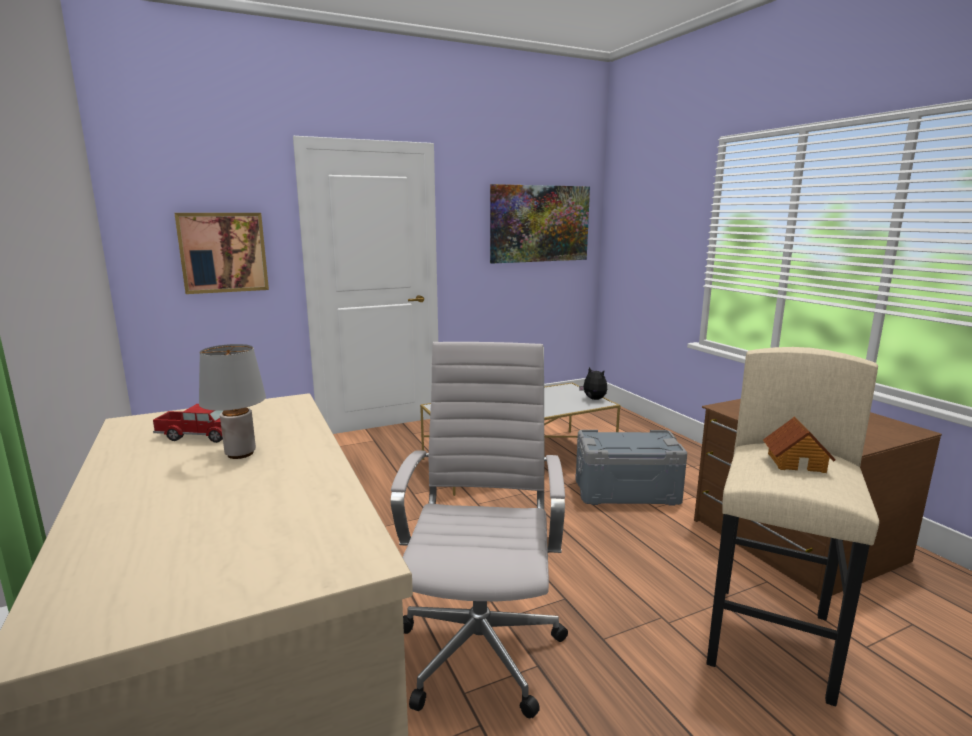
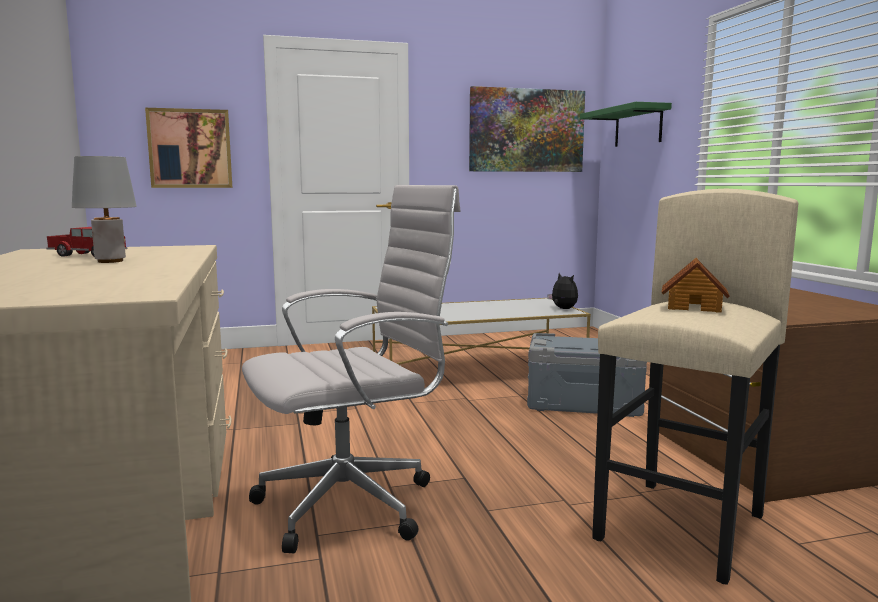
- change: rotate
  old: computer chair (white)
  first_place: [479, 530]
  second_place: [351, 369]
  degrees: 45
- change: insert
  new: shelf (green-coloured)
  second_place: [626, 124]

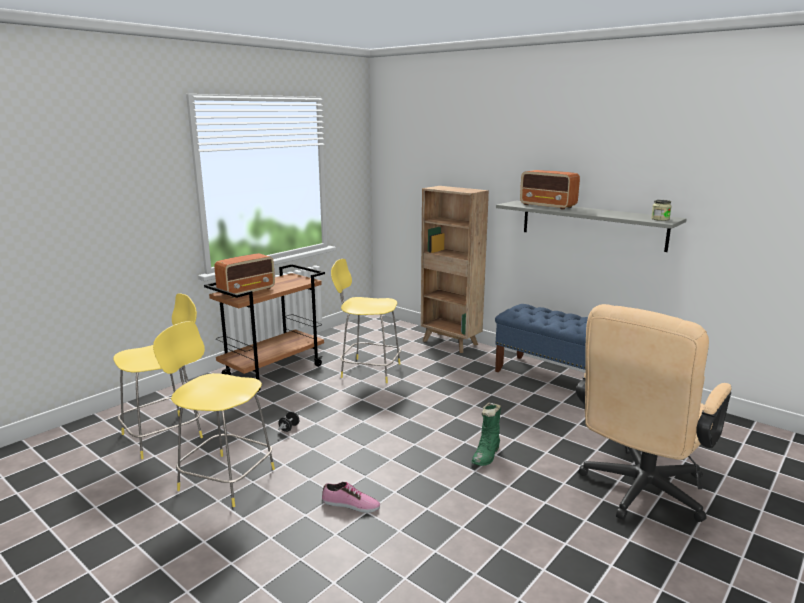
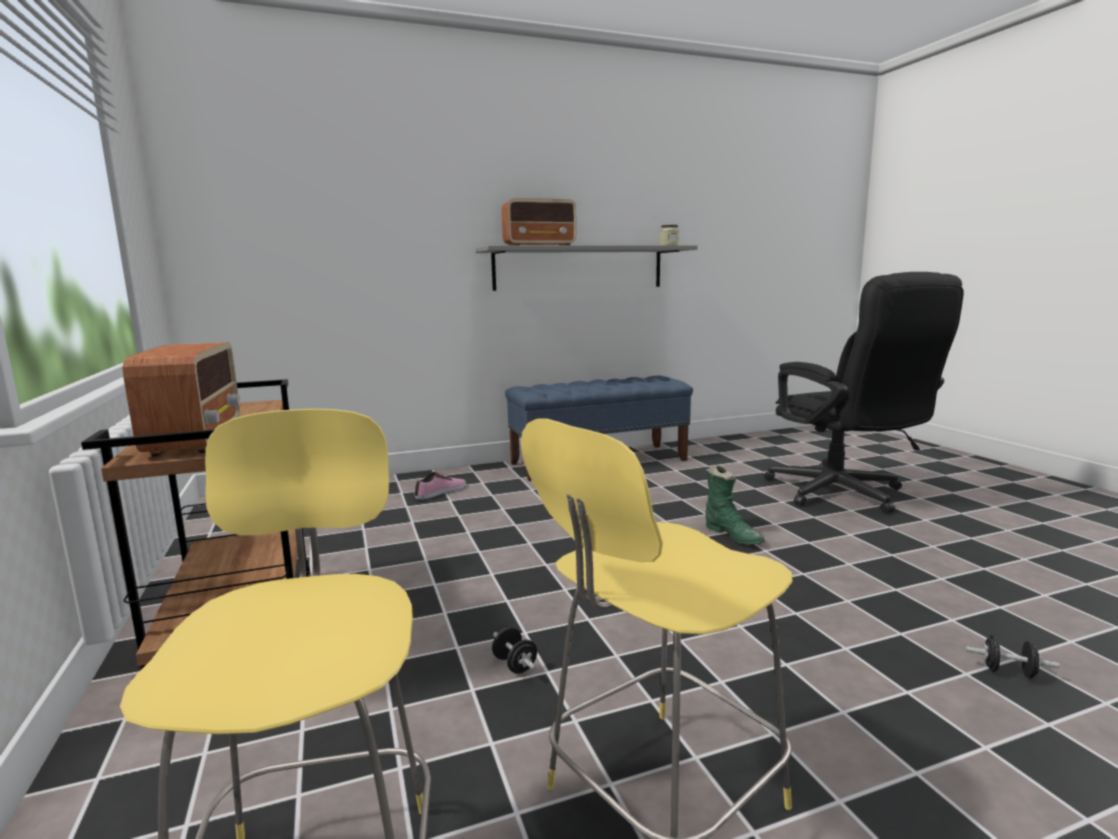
- change: move
  old: low shoe
  first_place: [351, 497]
  second_place: [440, 486]
- change: delete
  old: stool seat (yellow)
  first_place: [366, 321]
- change: delete
  old: shelving unit (brown-coloured)
  first_place: [455, 269]
- change: recolor
  old: computer chair (beige-coloured)
  new: computer chair (blackish)
  first_place: [653, 413]
  second_place: [864, 392]
- change: insert
  new: hand weight (blackish)
  second_place: [1012, 657]

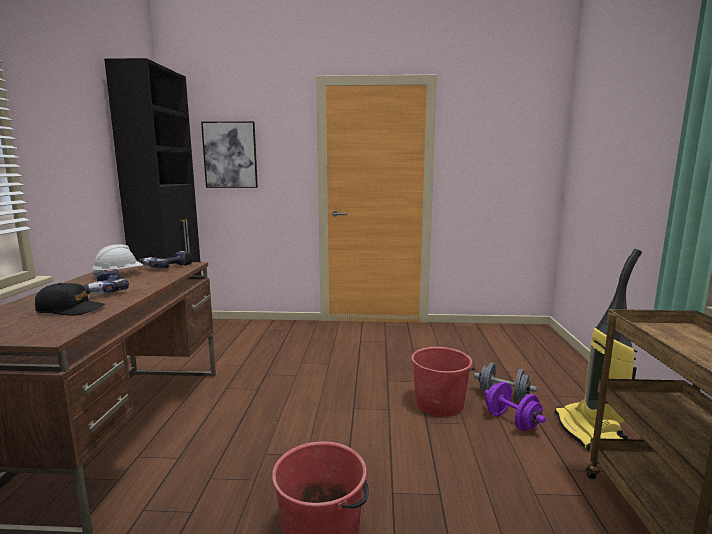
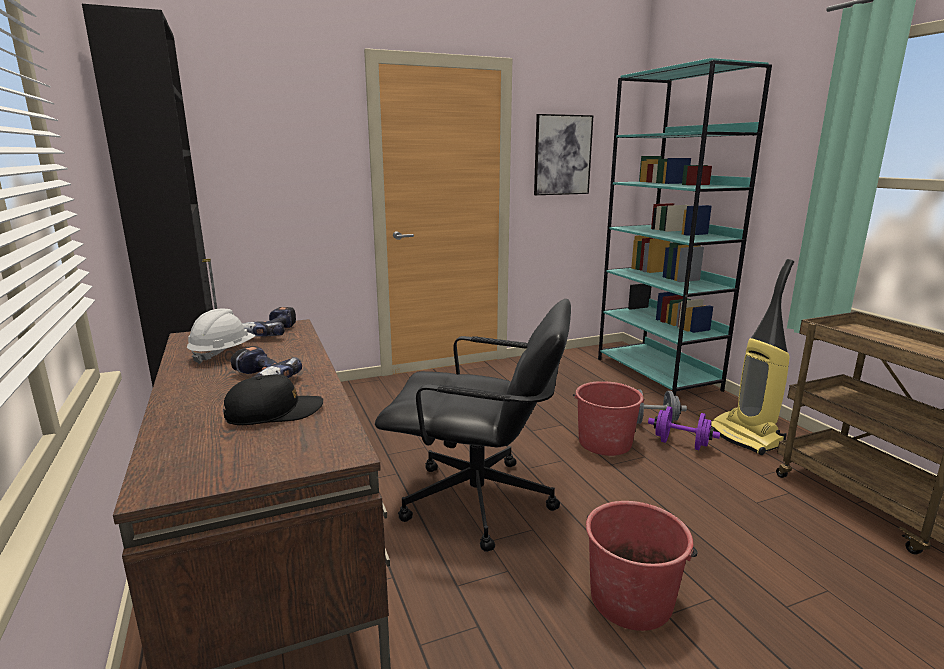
- change: move
  old: wall picture
  first_place: [229, 154]
  second_place: [564, 154]
- change: insert
  new: computer chair (blackish)
  second_place: [473, 425]
- change: insert
  new: shelving unit (blue-green)
  second_place: [685, 227]

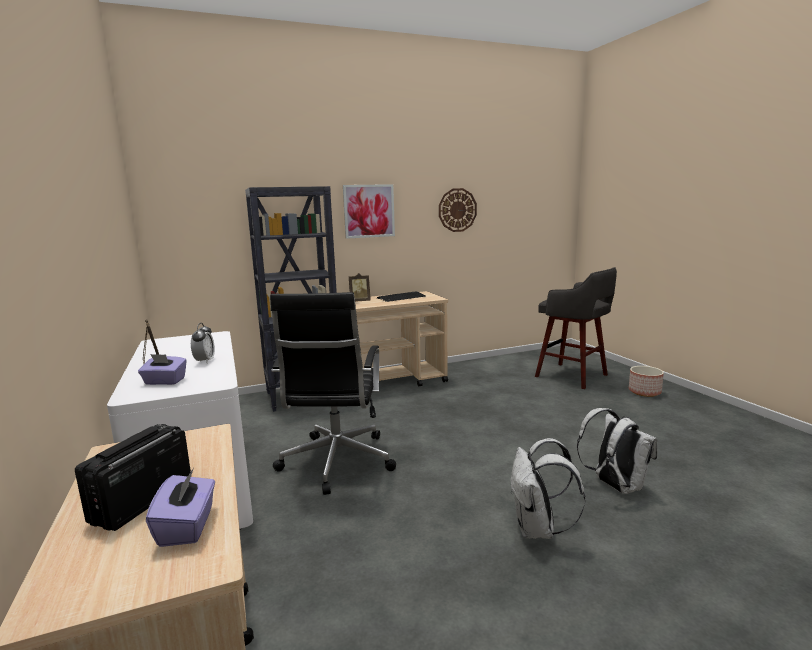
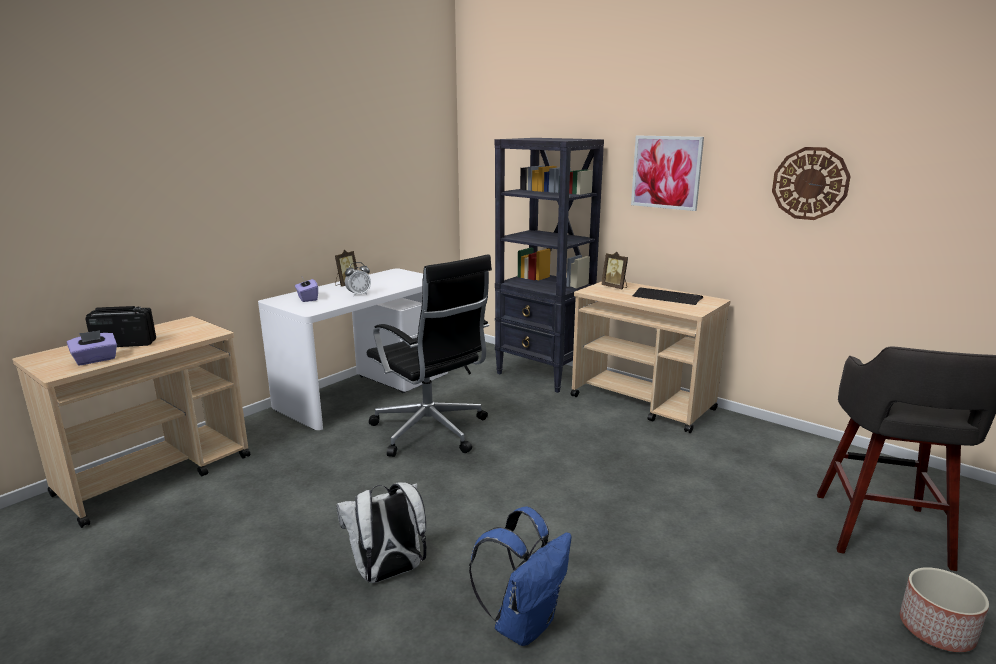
- change: rotate
  old: computer chair (blackish)
  first_place: [333, 393]
  second_place: [429, 355]
  degrees: -105
- change: recolor
  old: backpack (white)
  new: backpack (bluish)
  first_place: [617, 451]
  second_place: [520, 576]

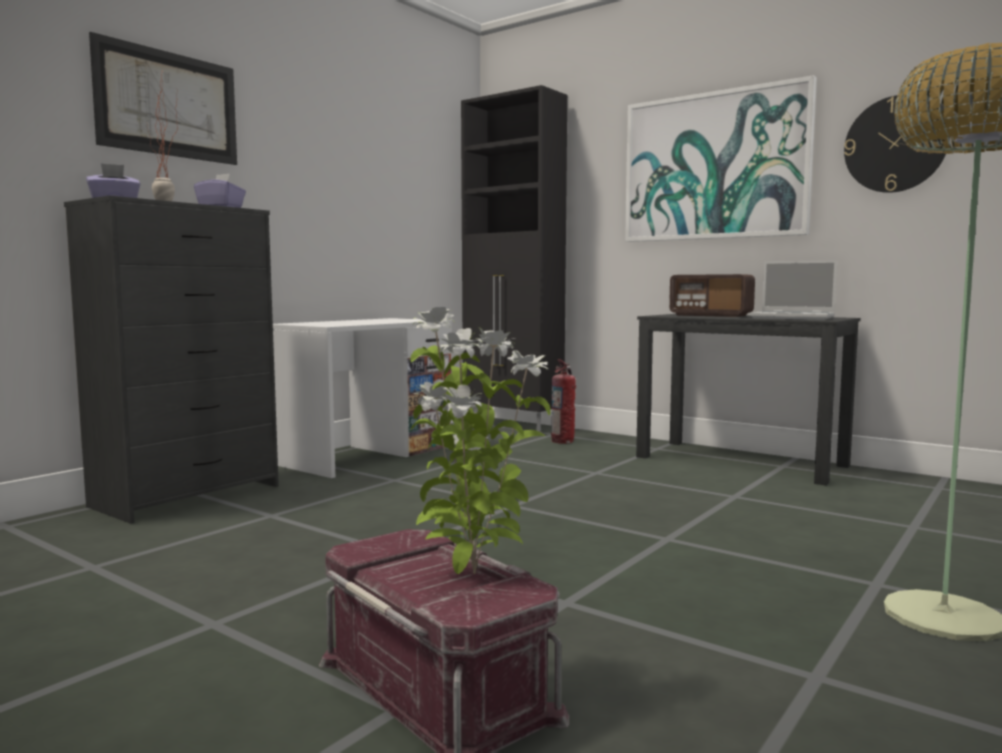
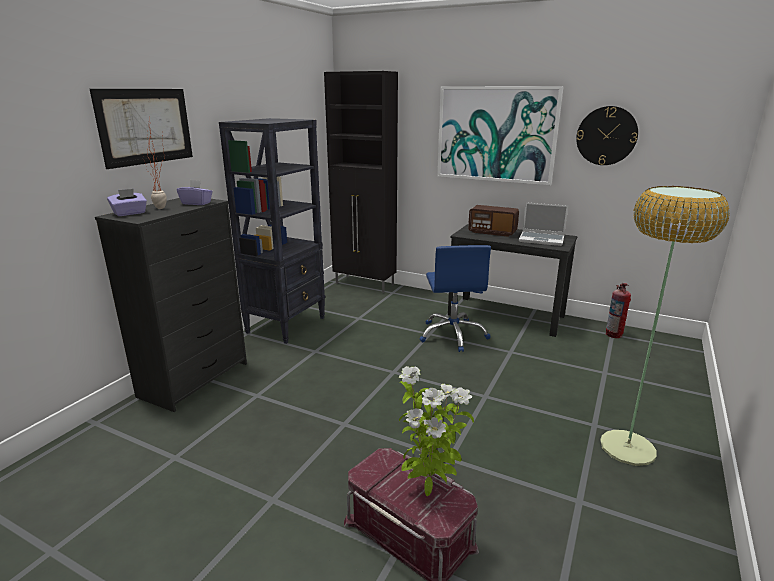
- change: replace
  old: desk unit (white)
  new: shelving unit (blackish)
  first_place: [362, 398]
  second_place: [272, 231]
- change: move
  old: extinguisher
  first_place: [563, 401]
  second_place: [618, 310]
- change: insert
  new: computer chair (bluish)
  second_place: [455, 298]

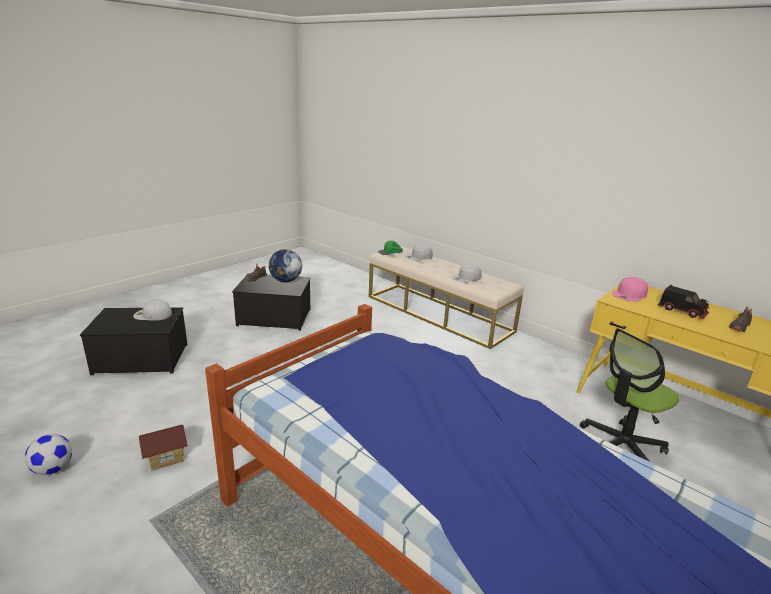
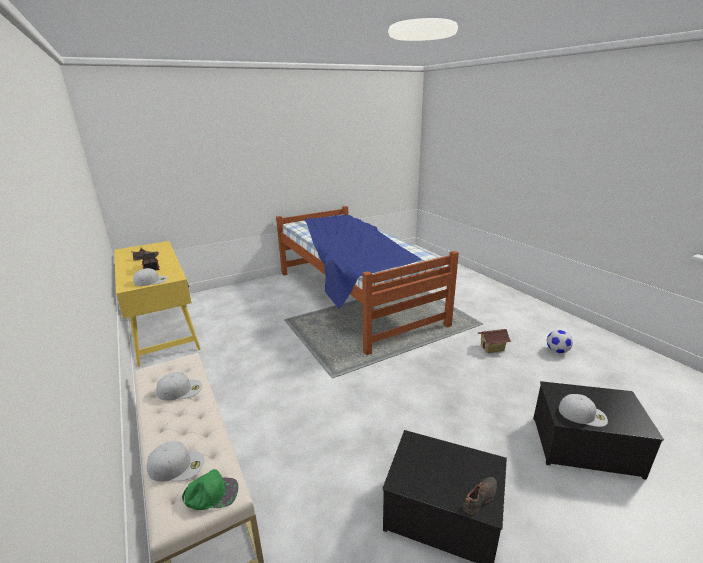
- change: delete
  old: desk globe
  first_place: [285, 265]
- change: delete
  old: computer chair
  first_place: [629, 395]
- change: recolor
  old: baseball cap (pink)
  new: baseball cap (white)
  first_place: [630, 289]
  second_place: [150, 277]

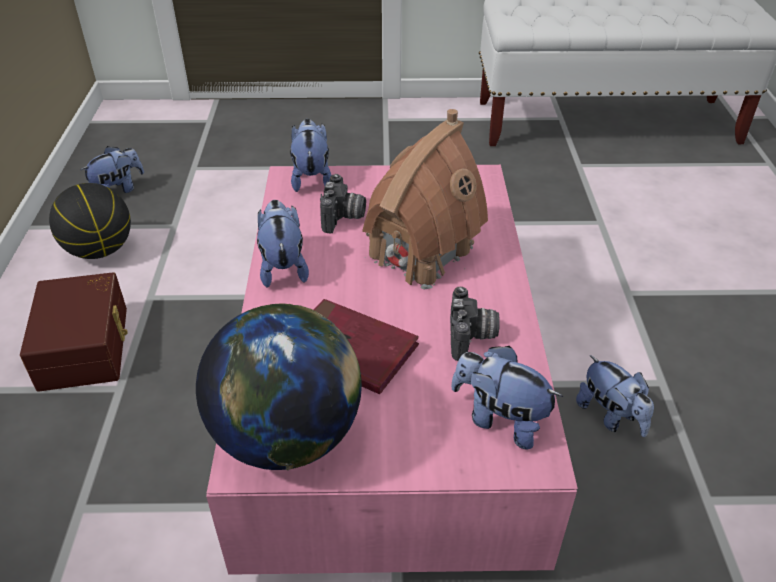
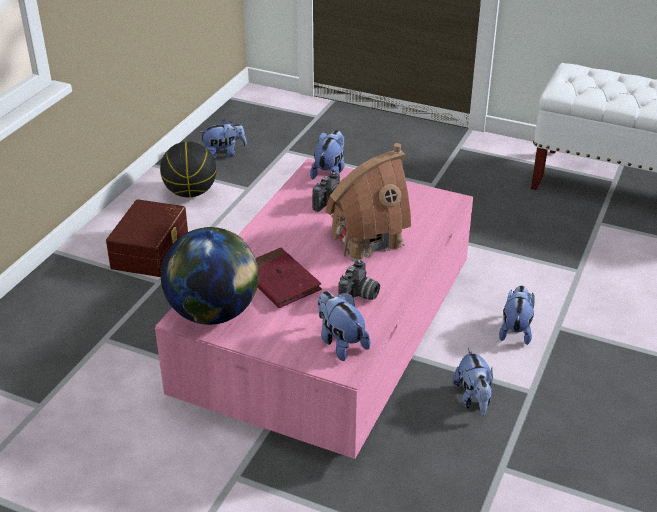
- change: move
  old: soft toy
  first_place: [283, 244]
  second_place: [516, 315]

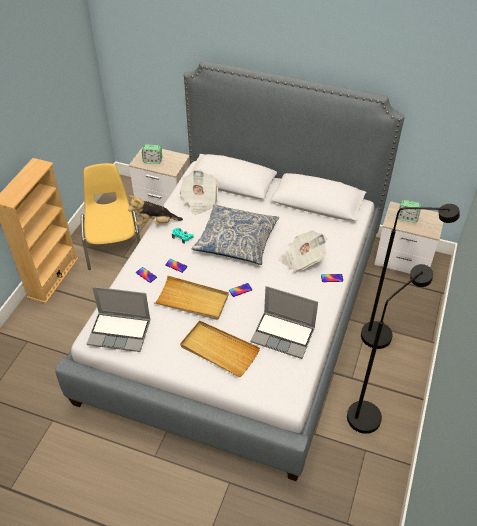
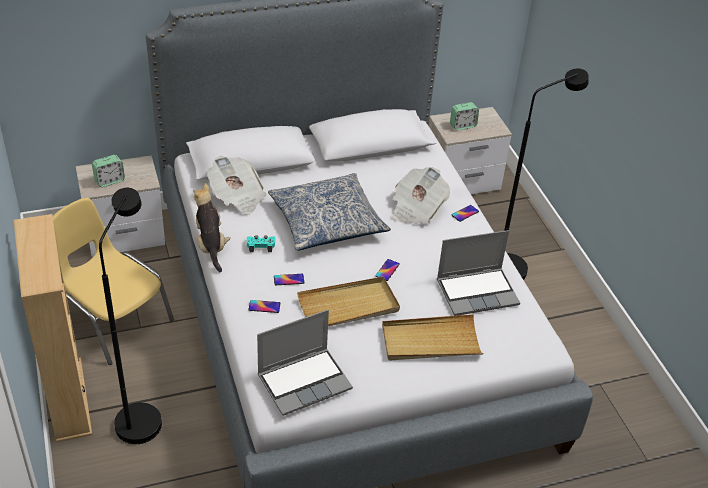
- change: rotate
  old: soft toy
  first_place: [155, 210]
  second_place: [211, 227]
  degrees: 120
- change: move
  old: standard lamp (blackish)
  first_place: [390, 349]
  second_place: [130, 316]

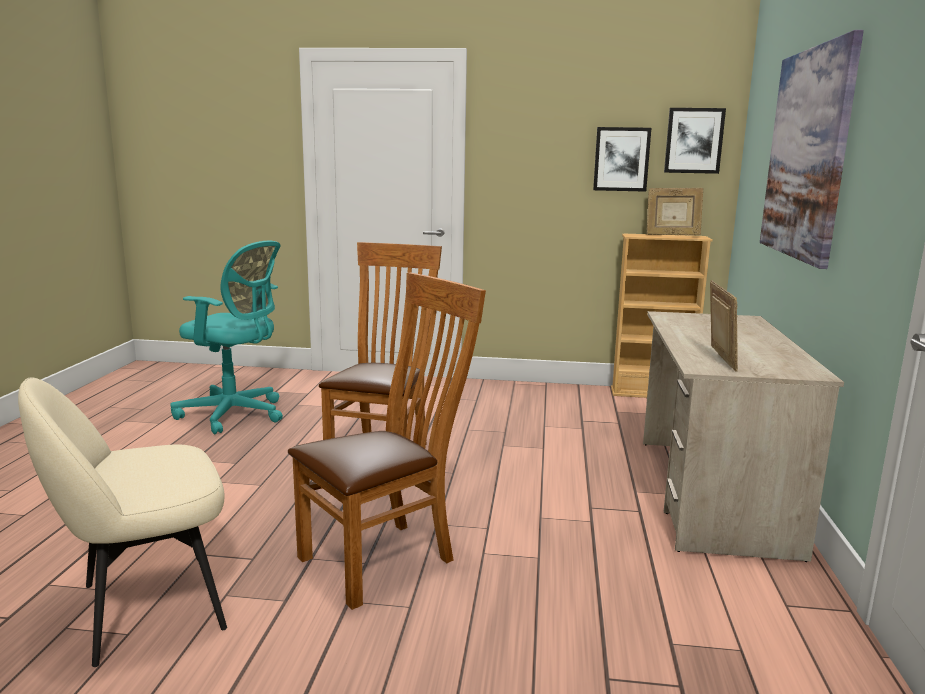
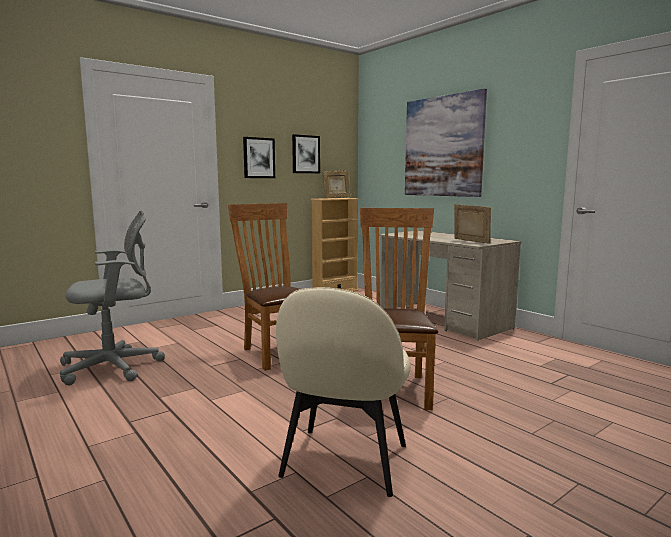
- change: recolor
  old: computer chair (blue-green)
  new: computer chair (gray)
  first_place: [226, 337]
  second_place: [112, 297]
- change: move
  old: wall picture
  first_place: [695, 141]
  second_place: [259, 157]

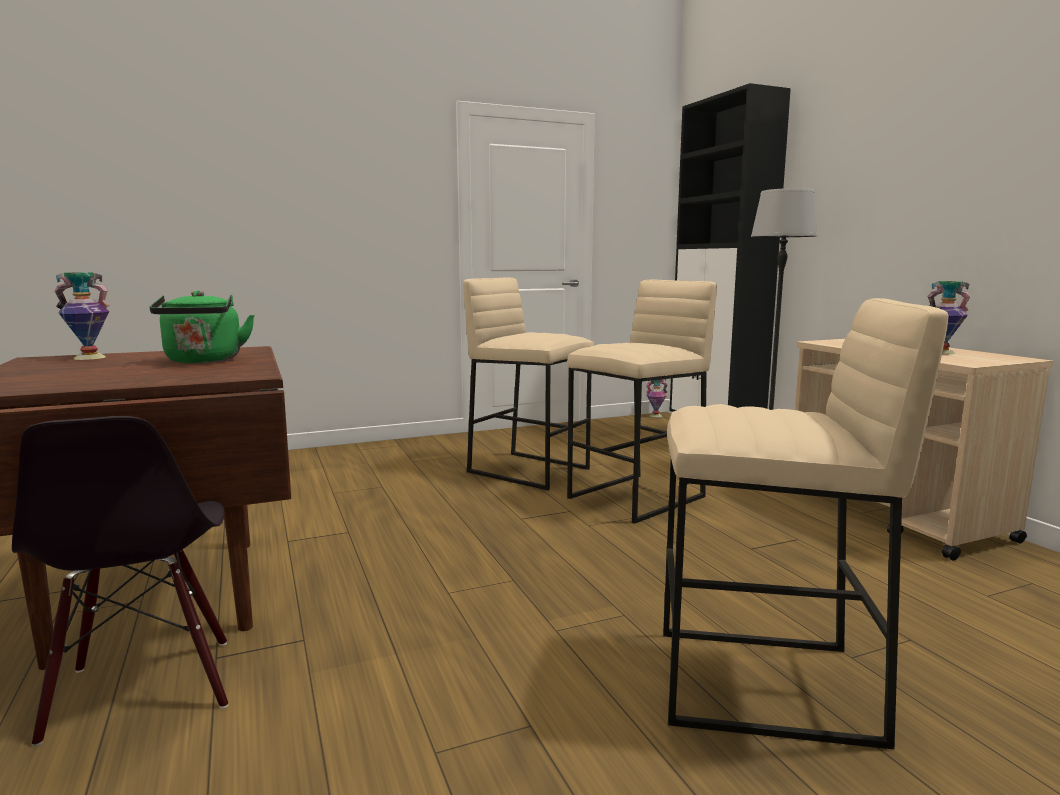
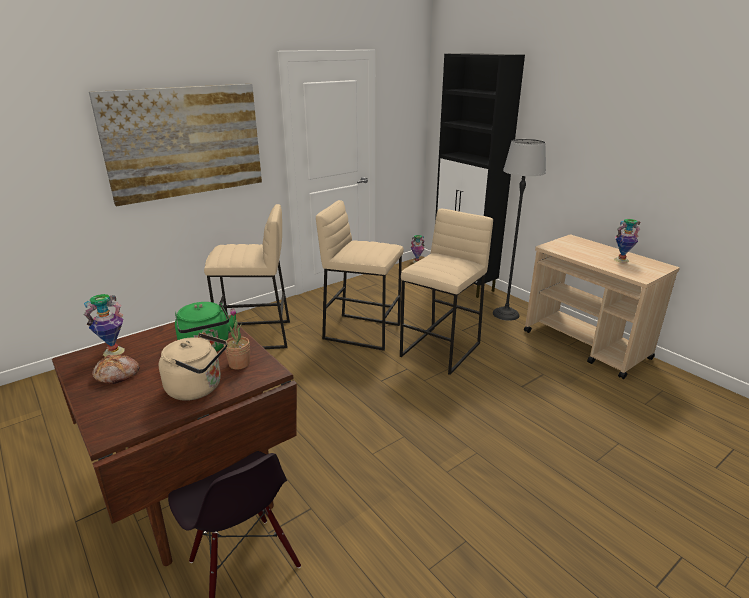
- change: move
  old: stool seat (beige-coloured)
  first_place: [806, 523]
  second_place: [247, 276]
- change: insert
  new: wall picture
  second_place: [175, 145]
- change: insert
  new: bakery bread
  second_place: [116, 369]
- change: insert
  new: water kettle (beige-coloured)
  second_place: [193, 367]
- change: insert
  new: plant in a pot
  second_place: [237, 339]

